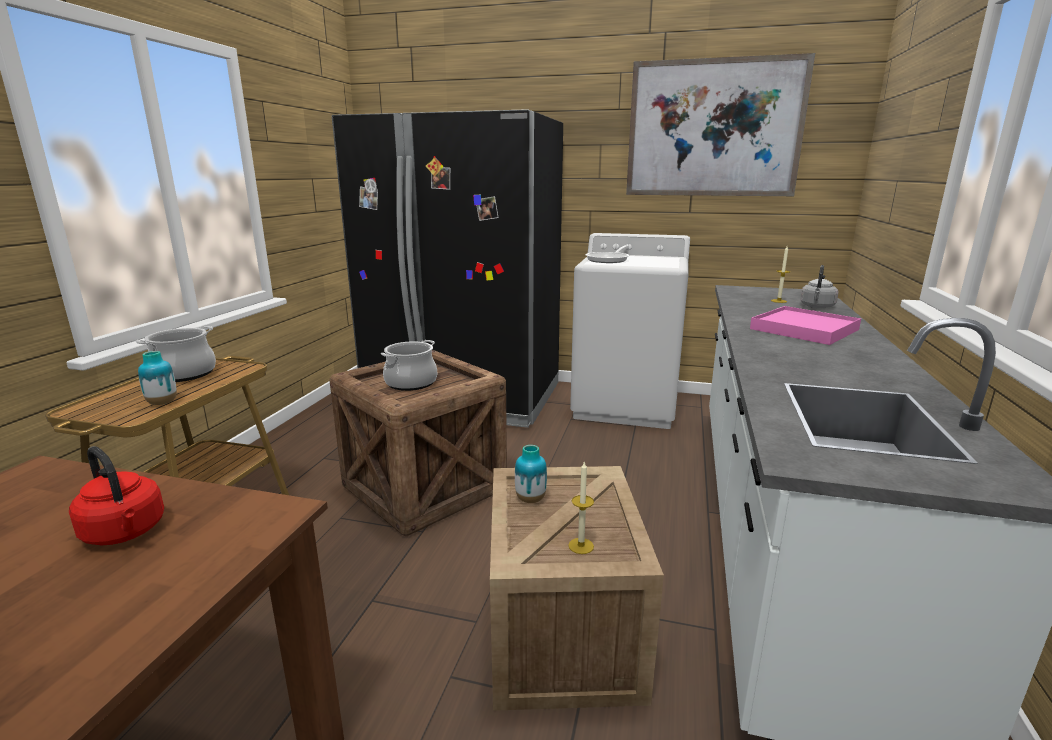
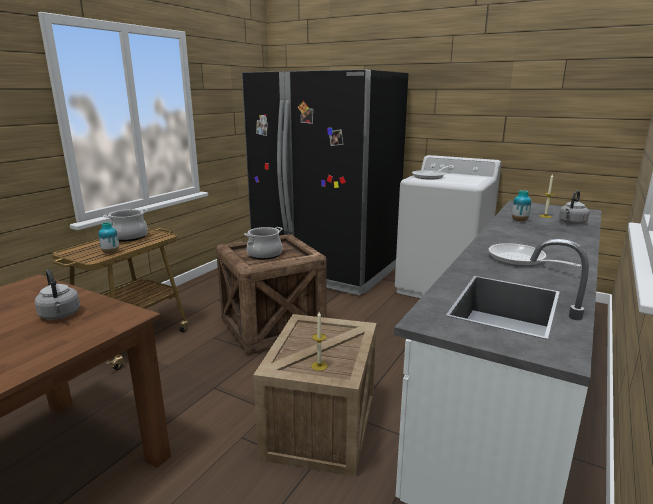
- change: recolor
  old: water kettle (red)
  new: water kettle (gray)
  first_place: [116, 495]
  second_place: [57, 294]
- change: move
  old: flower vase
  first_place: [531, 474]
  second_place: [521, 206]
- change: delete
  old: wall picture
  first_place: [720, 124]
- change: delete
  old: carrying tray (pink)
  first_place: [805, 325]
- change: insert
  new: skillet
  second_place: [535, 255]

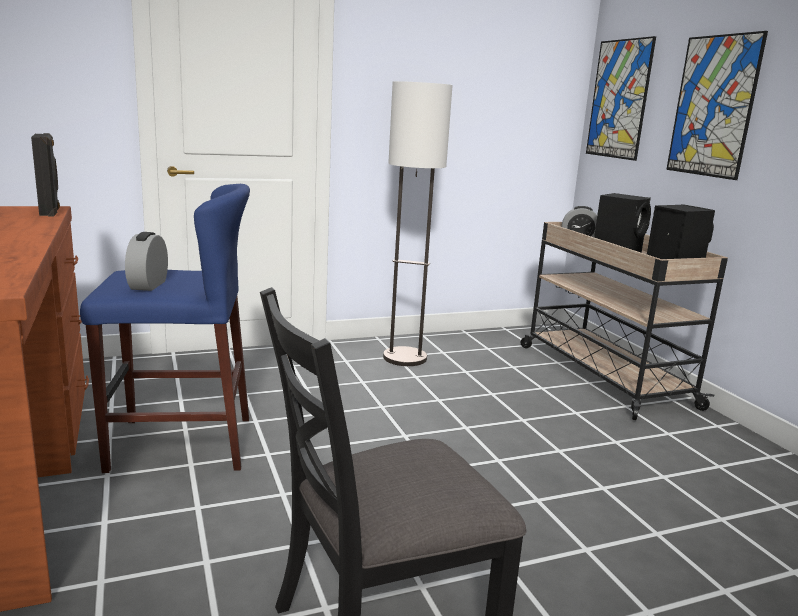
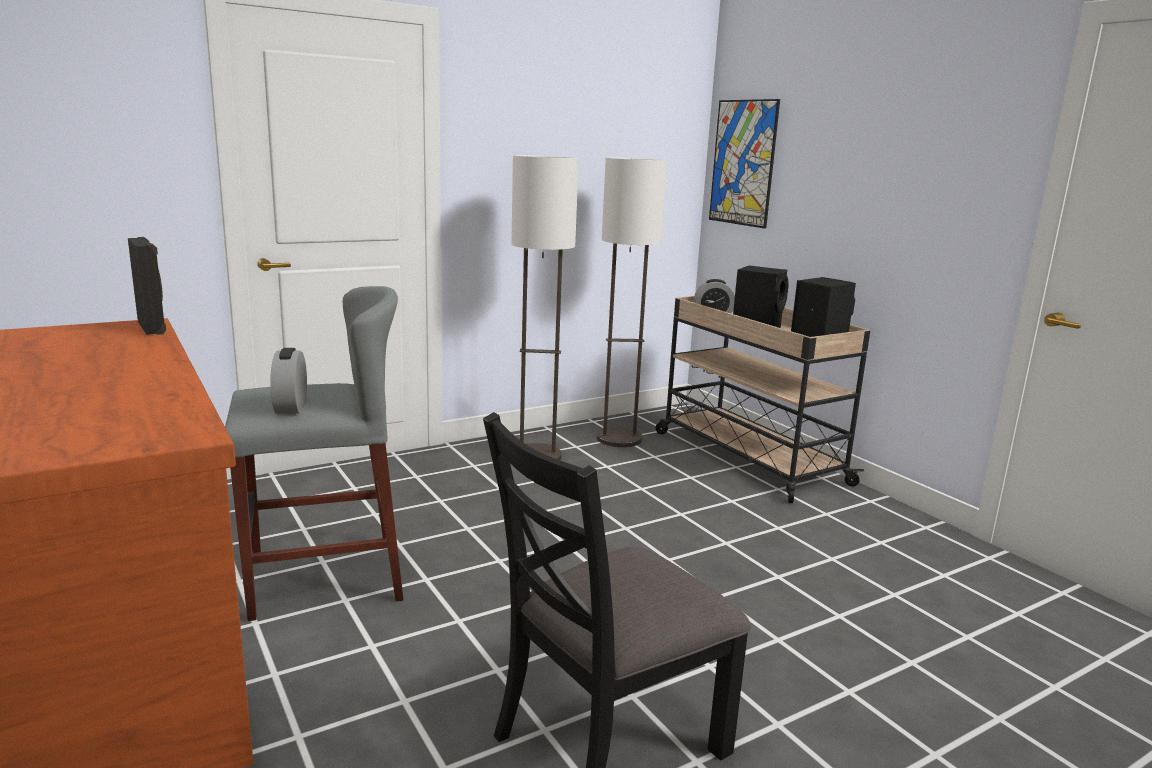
- change: recolor
  old: stool seat (bluish)
  new: stool seat (gray)
  first_place: [165, 328]
  second_place: [314, 453]
- change: delete
  old: wall picture
  first_place: [717, 105]
- change: insert
  new: standard lamp
  second_place: [632, 302]

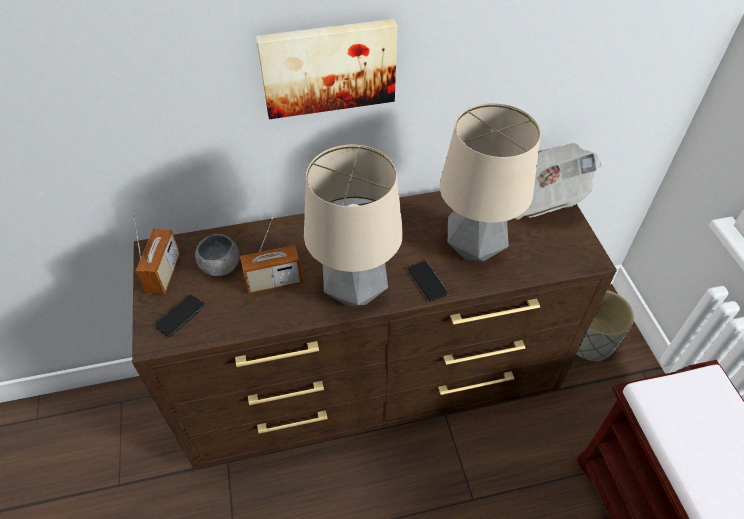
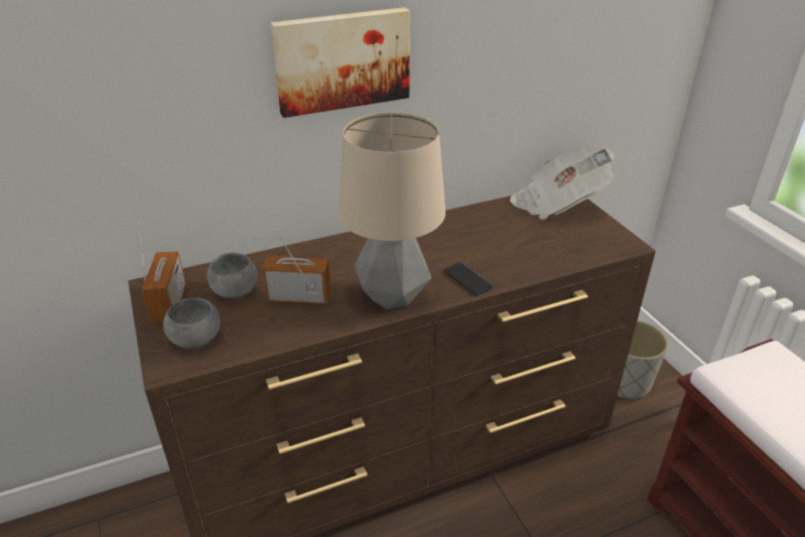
- change: replace
  old: handset
  new: serving bowl (gray)
  first_place: [179, 315]
  second_place: [191, 323]
- change: rotate
  old: radio receiver
  first_place: [271, 255]
  second_place: [296, 267]
  degrees: -150
- change: delete
  old: lamp for a table
  first_place: [490, 182]

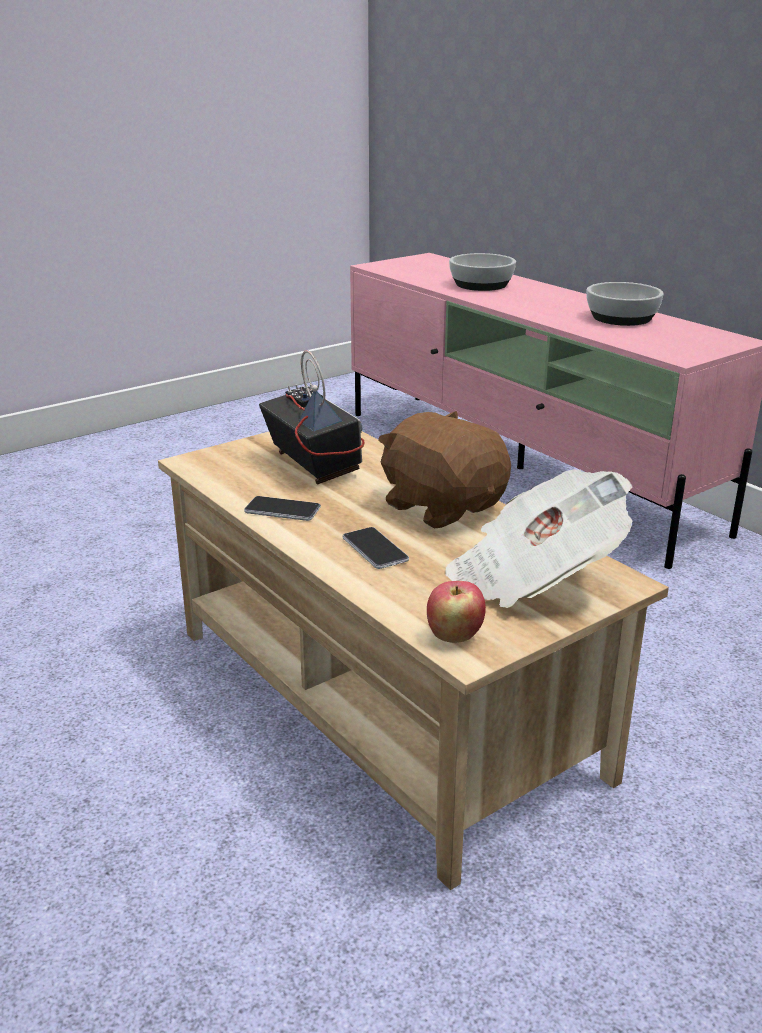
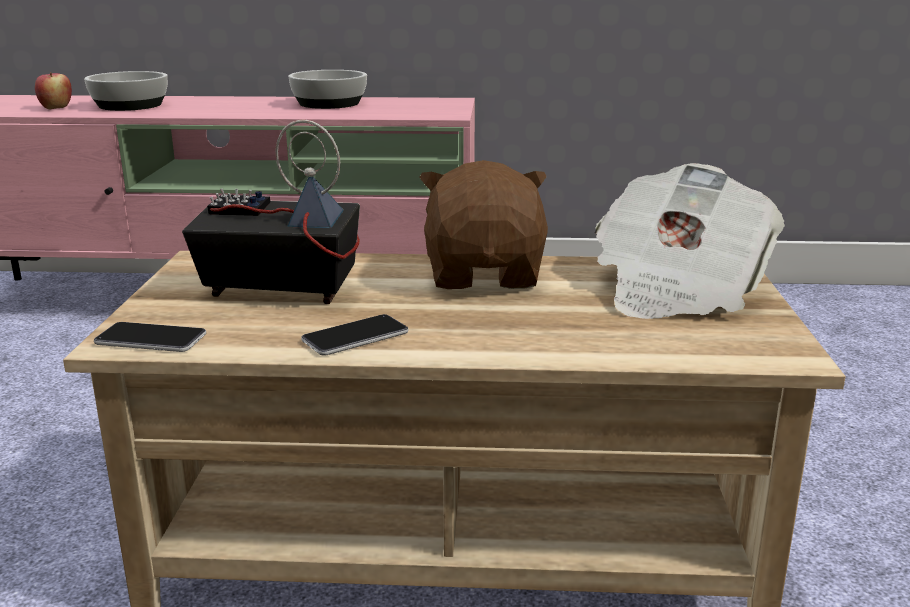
- change: move
  old: handset
  first_place: [376, 548]
  second_place: [150, 337]
- change: rotate
  old: soft toy (brown-coloured)
  first_place: [444, 470]
  second_place: [483, 224]
  degrees: 90
- change: move
  old: apple fruit
  first_place: [456, 612]
  second_place: [53, 90]

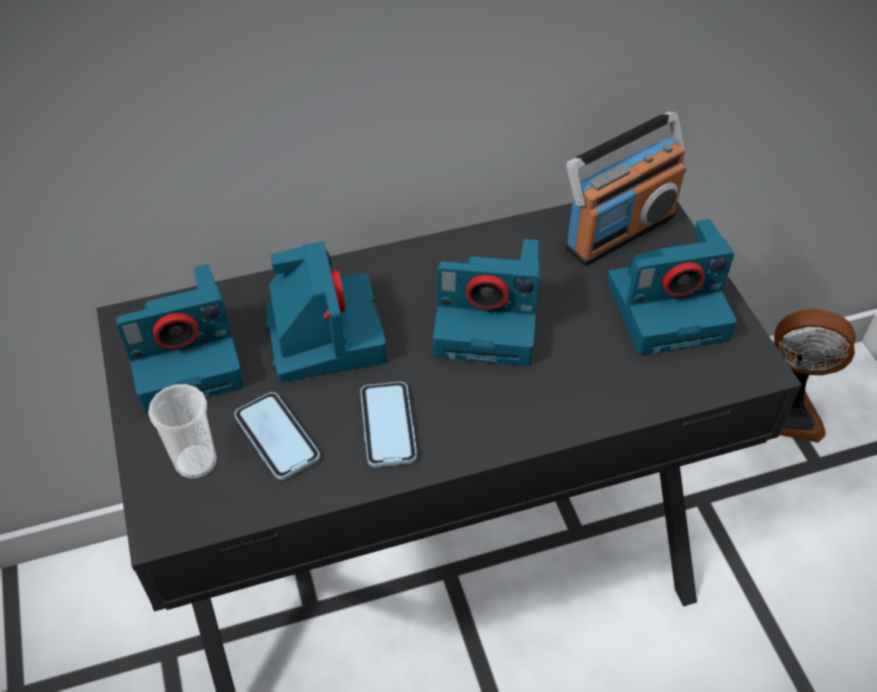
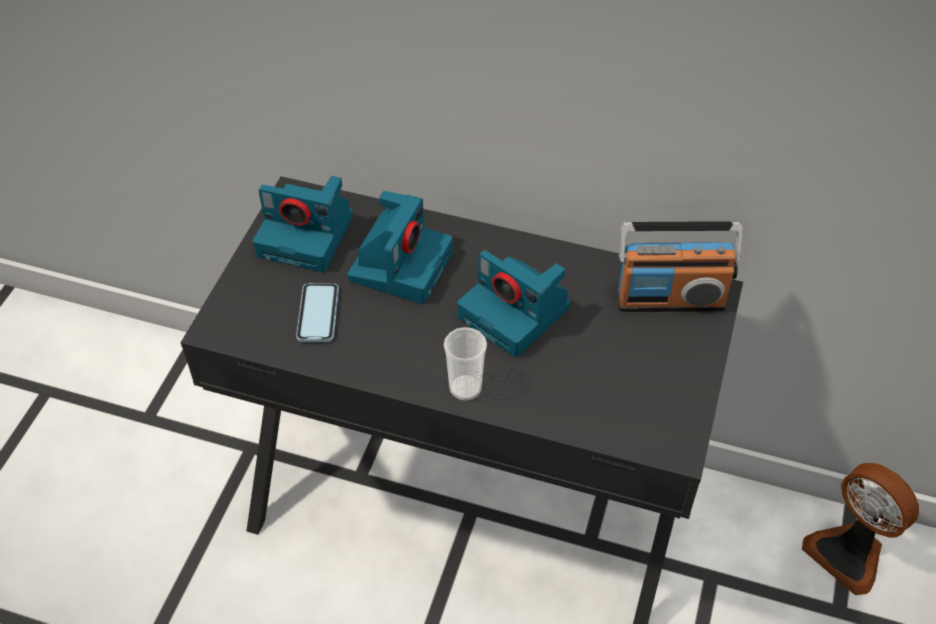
- change: move
  old: small cup
  first_place: [182, 431]
  second_place: [465, 364]
- change: delete
  old: handset
  first_place: [388, 424]
- change: delete
  old: still camera
  first_place: [672, 287]

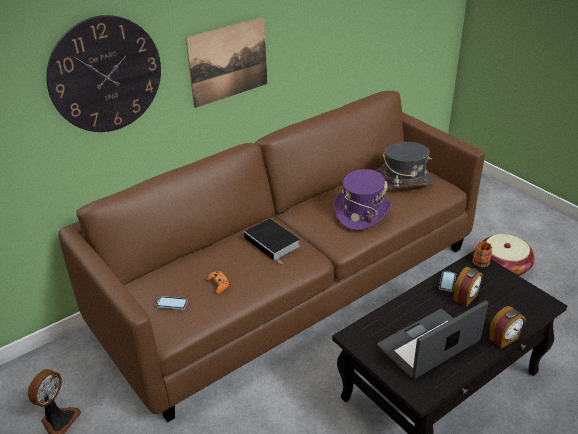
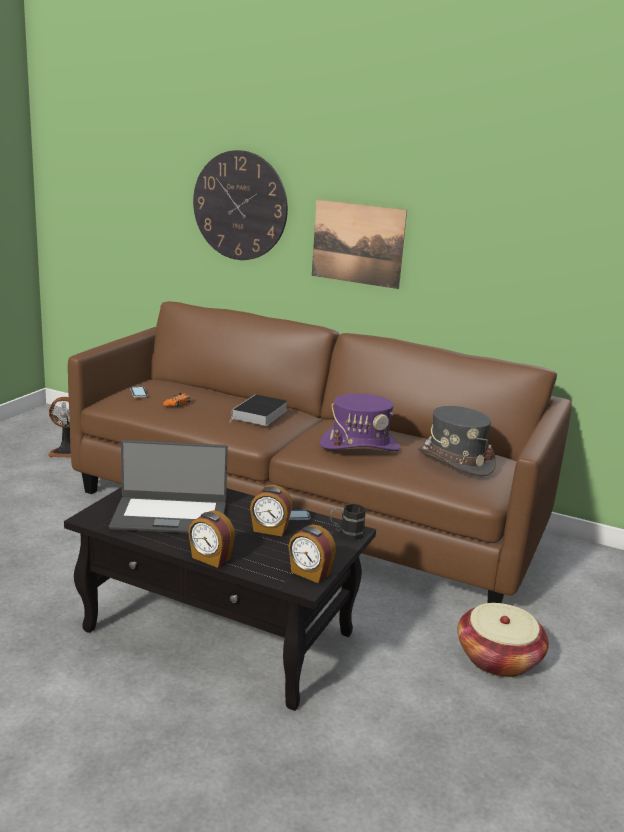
- change: rotate
  old: portable computer
  first_place: [432, 339]
  second_place: [168, 486]
  degrees: 150
- change: recolor
  old: tea mug (orangey)
  new: tea mug (blackish)
  first_place: [482, 254]
  second_place: [348, 522]
- change: insert
  new: alarm clock
  second_place: [312, 553]

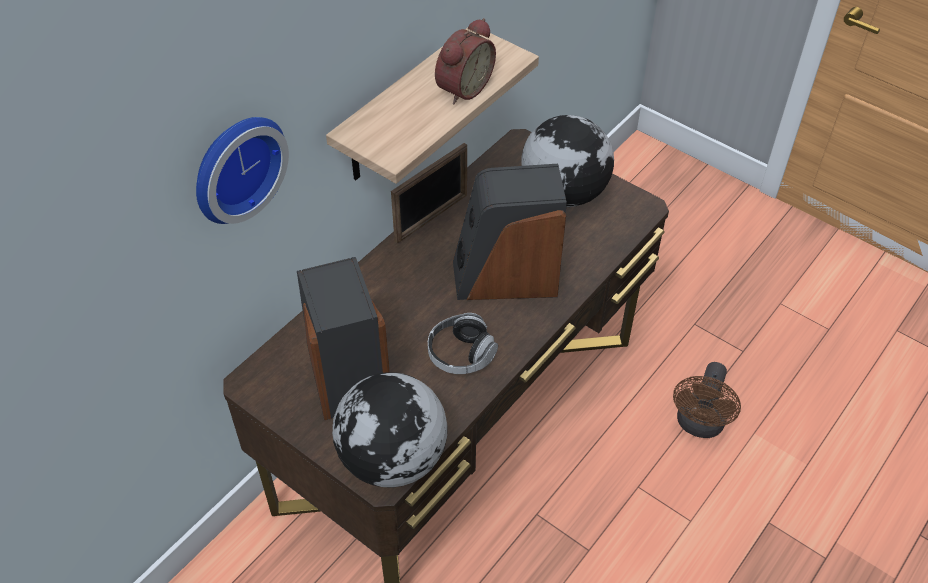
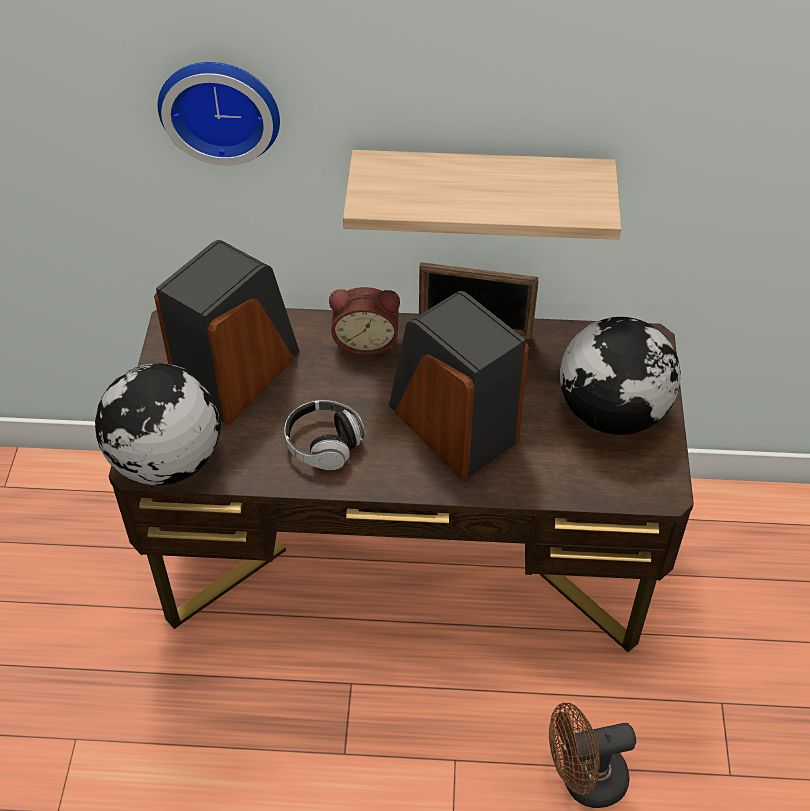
- change: move
  old: alarm clock
  first_place: [465, 61]
  second_place: [364, 321]

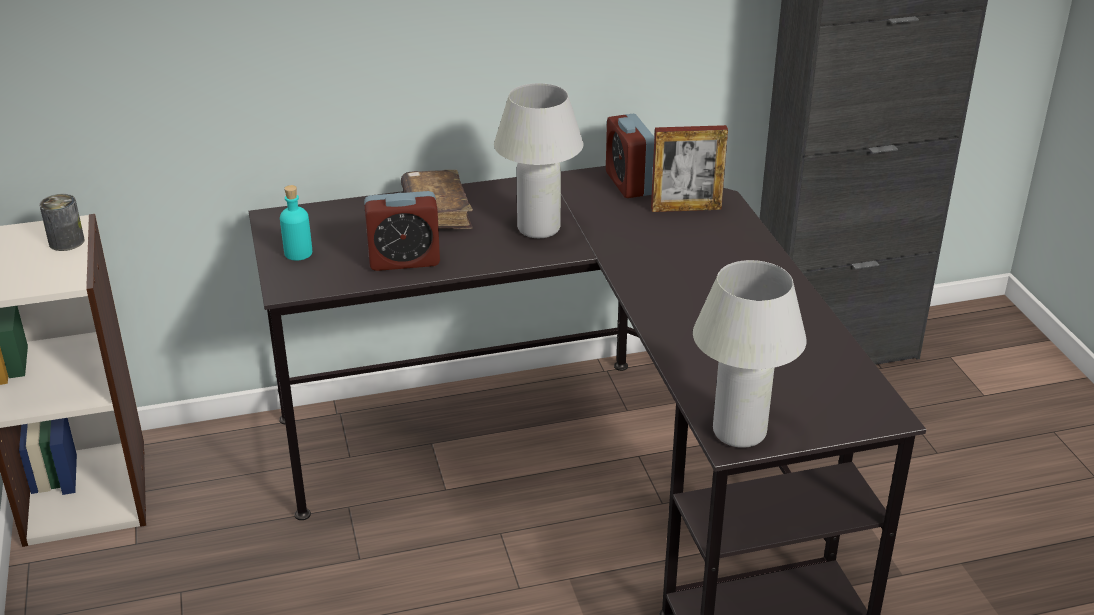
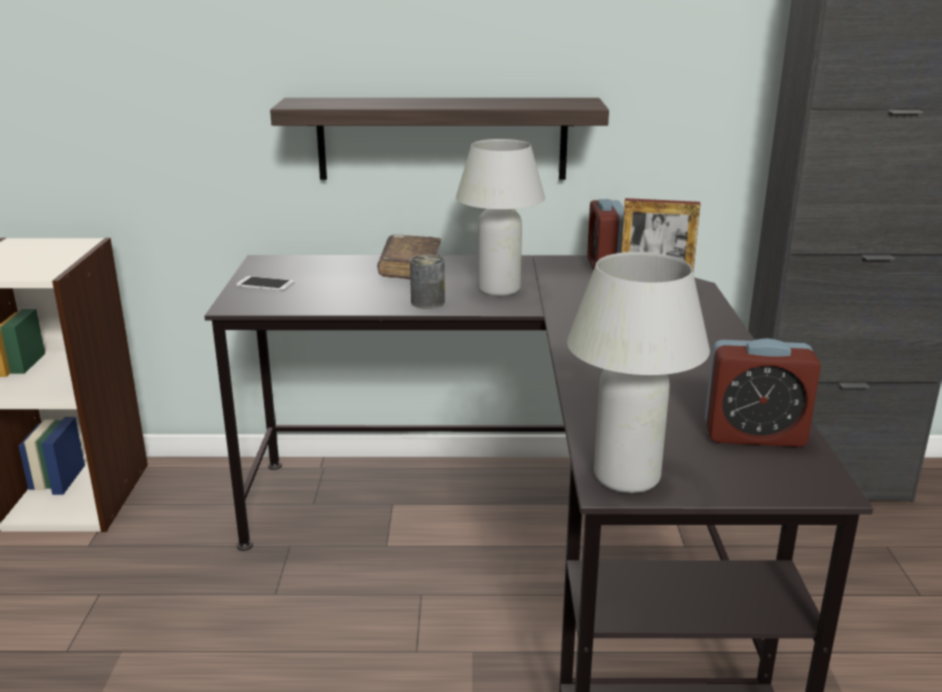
- change: move
  old: sealed can
  first_place: [62, 222]
  second_place: [427, 282]
- change: replace
  old: bottle (blue-green)
  new: handset
  first_place: [296, 223]
  second_place: [265, 283]
- change: move
  old: alarm clock
  first_place: [402, 231]
  second_place: [763, 392]
- change: insert
  new: shelf
  second_place: [439, 139]

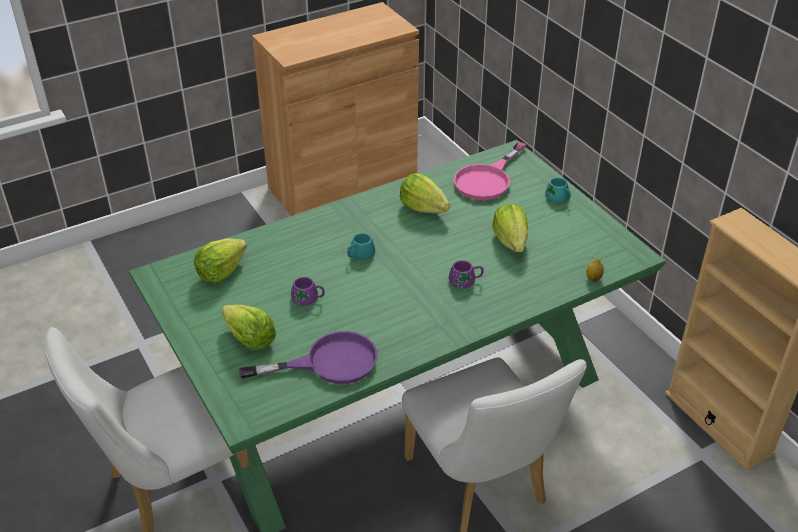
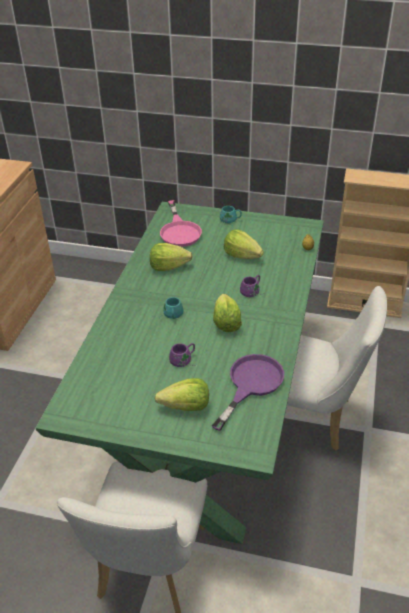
- change: move
  old: lettuce
  first_place: [220, 261]
  second_place: [227, 313]

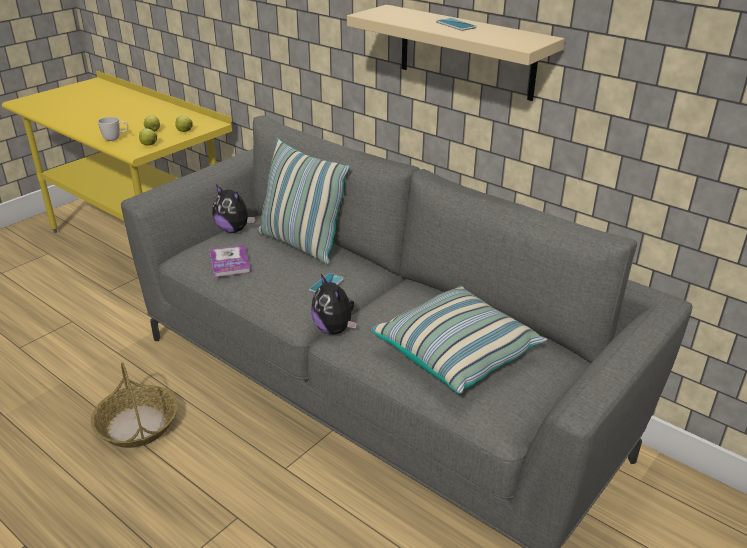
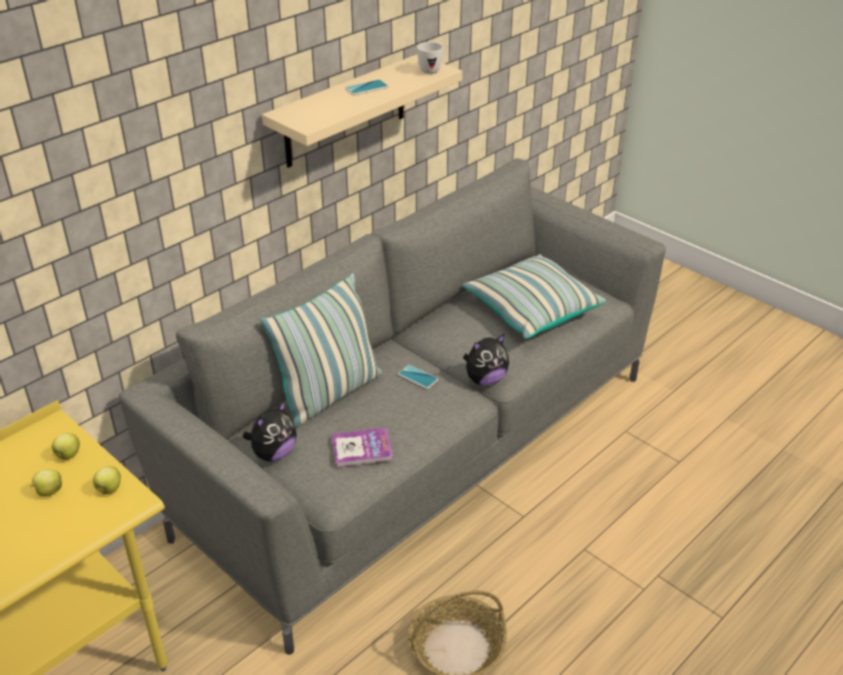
- change: move
  old: tea mug (white)
  first_place: [113, 129]
  second_place: [430, 58]

